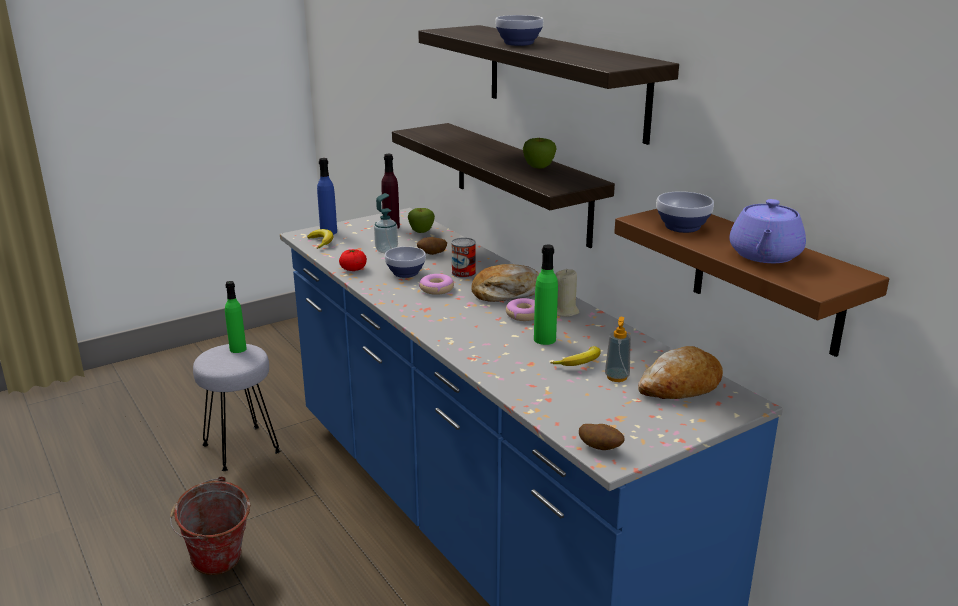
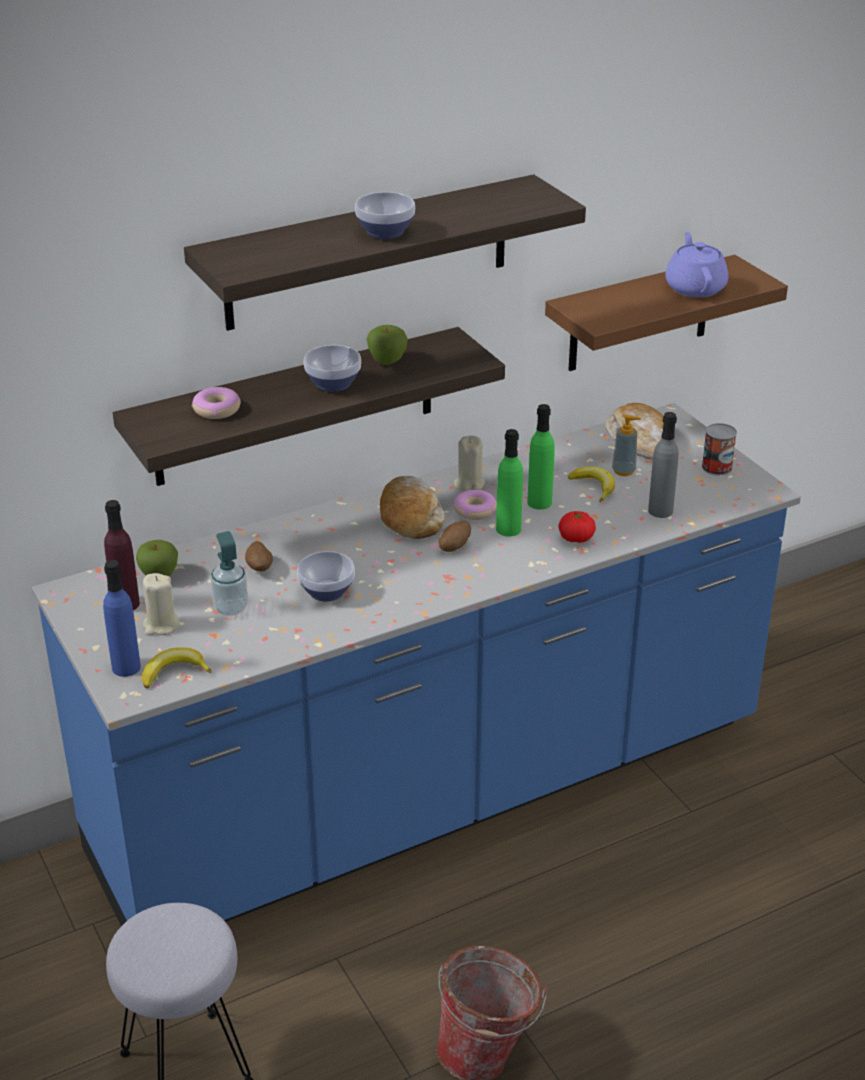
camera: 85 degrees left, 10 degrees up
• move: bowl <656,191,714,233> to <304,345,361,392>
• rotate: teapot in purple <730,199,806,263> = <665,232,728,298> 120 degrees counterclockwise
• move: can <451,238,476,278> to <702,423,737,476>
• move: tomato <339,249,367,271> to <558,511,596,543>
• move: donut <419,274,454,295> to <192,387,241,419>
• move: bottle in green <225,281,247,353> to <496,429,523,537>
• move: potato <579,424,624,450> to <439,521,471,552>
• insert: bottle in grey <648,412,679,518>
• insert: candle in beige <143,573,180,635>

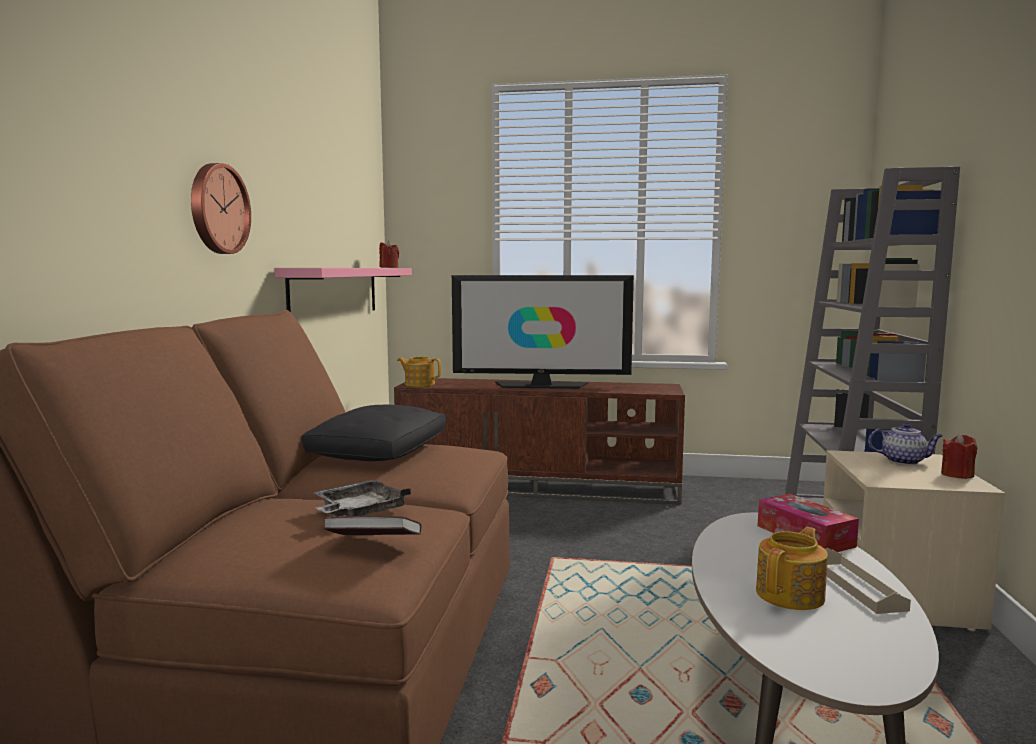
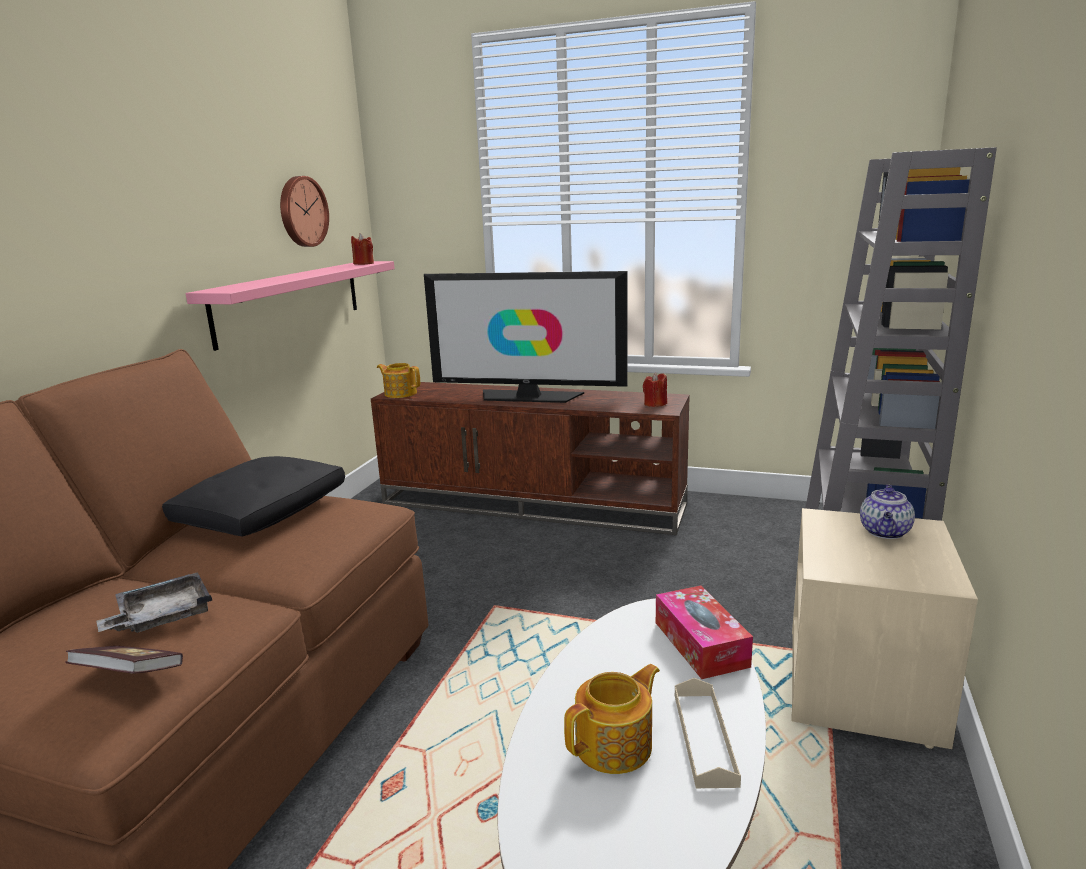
camera: 10 degrees right, 10 degrees up
• move: wall clock <191,163,251,254> to <280,176,329,247>
• rotate: teapot <868,423,943,465> = <860,485,915,539> 90 degrees clockwise
• move: candle in red <941,433,977,479> to <643,372,667,407>

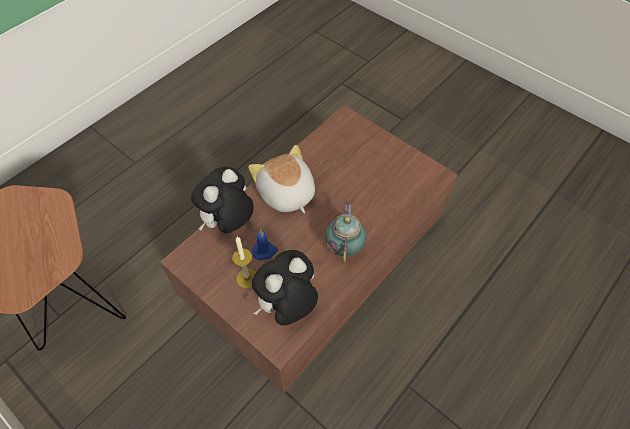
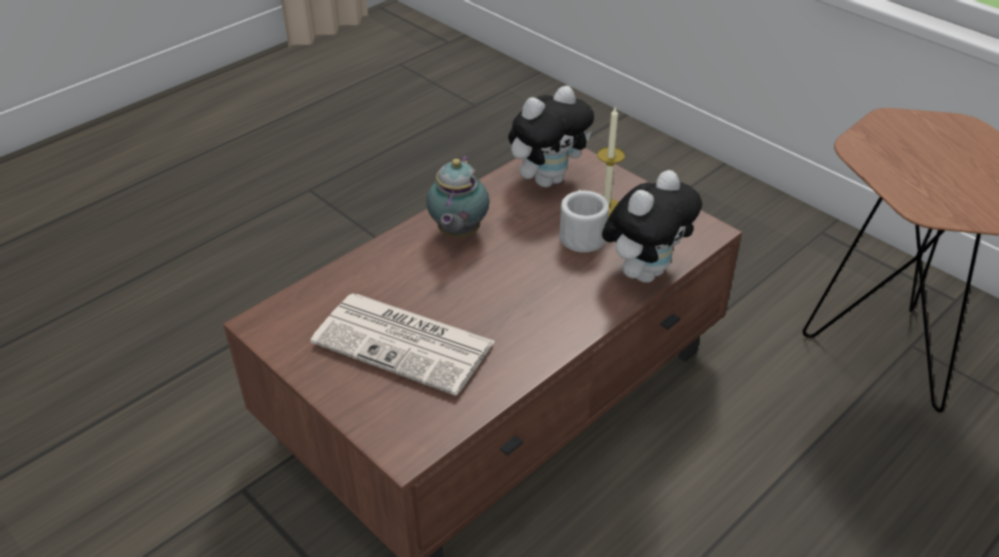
camera: 175 degrees left, 15 degrees down
• delete: plush toy <248,145,315,213>
• replace: candle in blue <252,229,278,261> to mug in white <559,190,609,252>
• insert: newspaper <310,294,495,396>

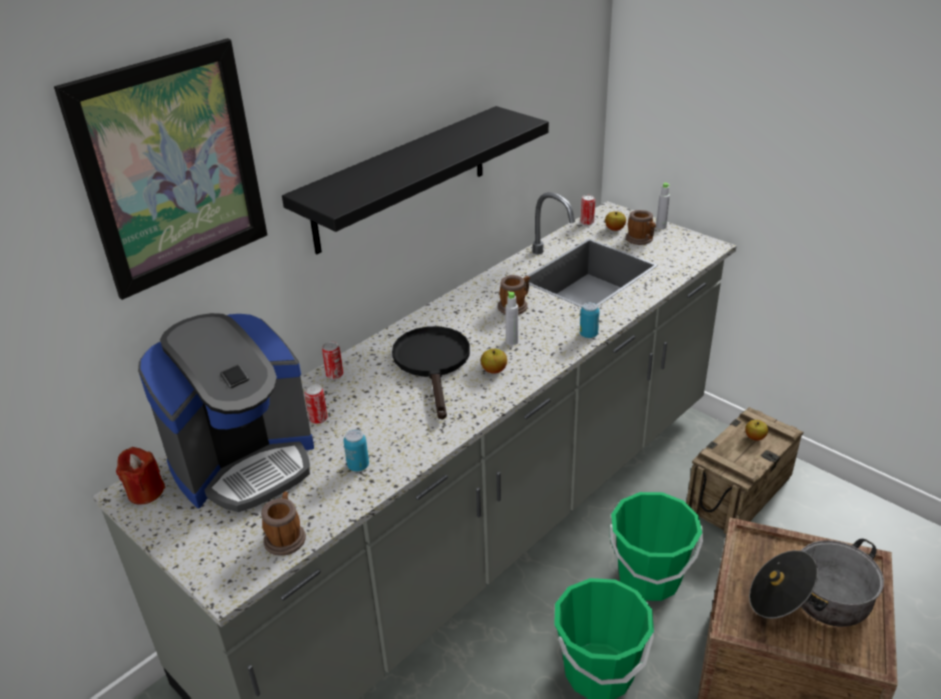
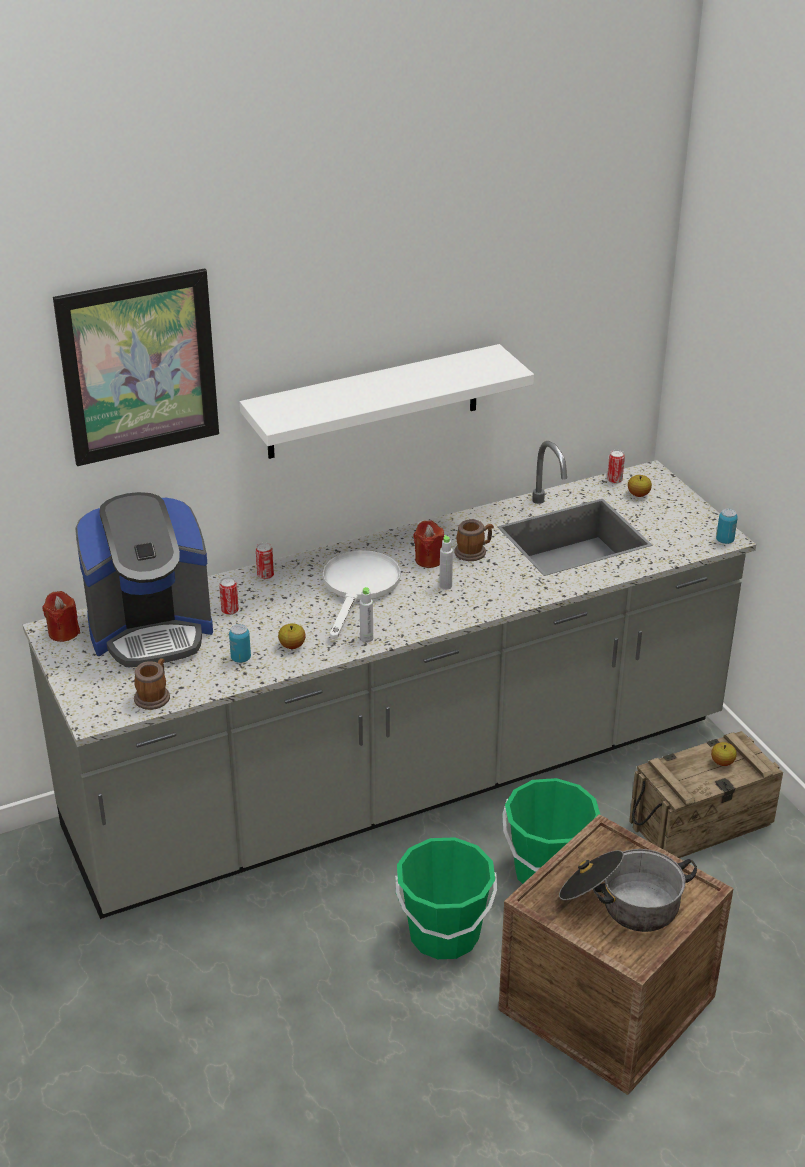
camera: 20 degrees right, 0 degrees up
• recolor: shelf in black <282,106,549,254> to shelf in white <240,344,534,459>
• move: bottle in grey <656,183,670,229> to <359,587,373,642>
• delete: mug <626,210,656,245>
• move: can <580,302,599,338> to <716,509,738,544>
• recolor: frying pan in black <392,326,470,420> to frying pan in white <323,550,401,639>
• move: apple <481,349,507,374> to <278,623,306,649>
• insert: candle in red <413,520,444,568>

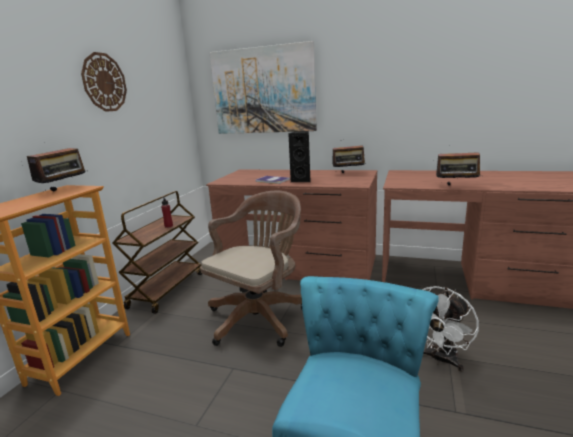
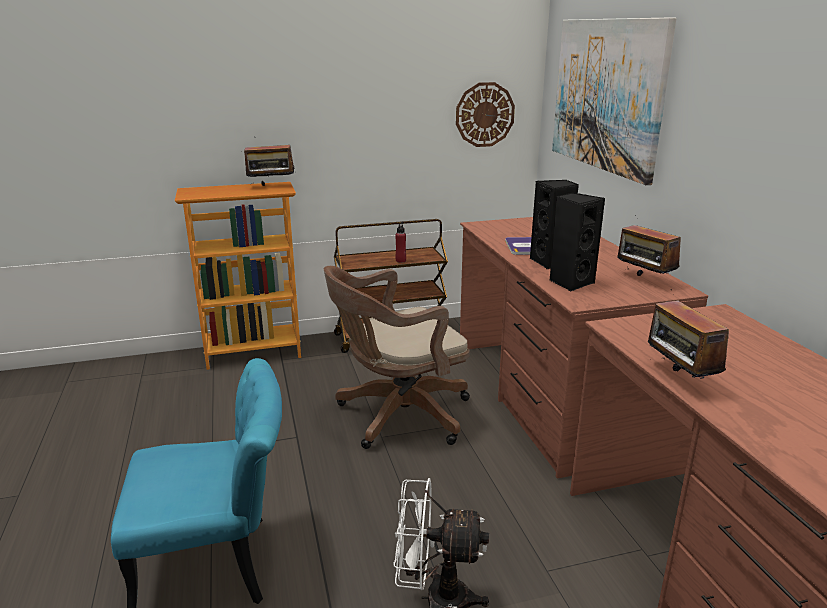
camera: 55 degrees right, 5 degrees up
• move: wall clock <81,52,127,112> to <456,82,515,147>
• rotate: office chair in brown <200,191,303,347> = <324,266,470,449> 150 degrees clockwise
• insert: speaker in black <549,192,605,292>

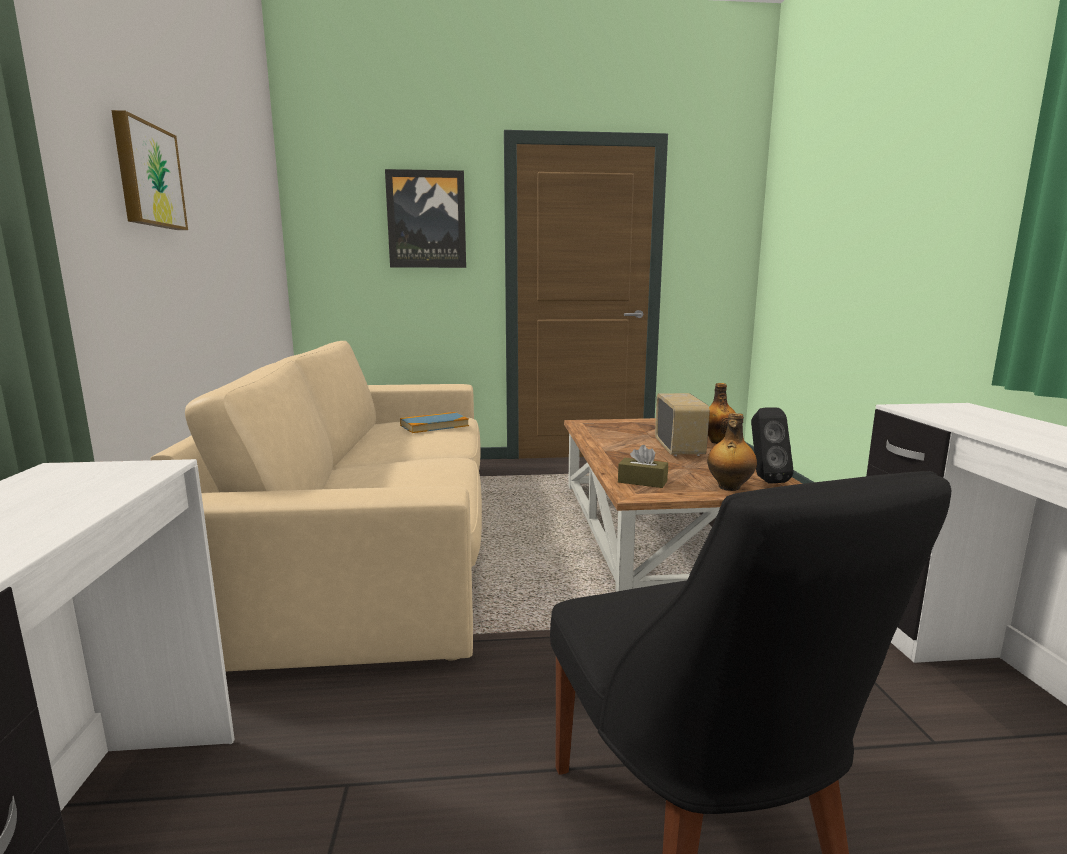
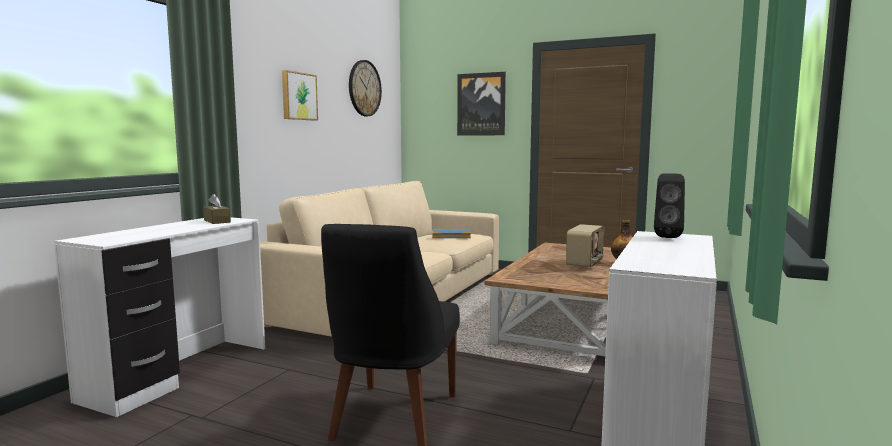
camera: 30 degrees right, 5 degrees down
• move: speaker in black <751,407,794,483> to <654,173,685,238>
• delete: bottle <707,413,757,491>
• move: tissue box in brown <618,445,668,488> to <203,194,231,224>
• insert: wall clock <349,60,382,116>

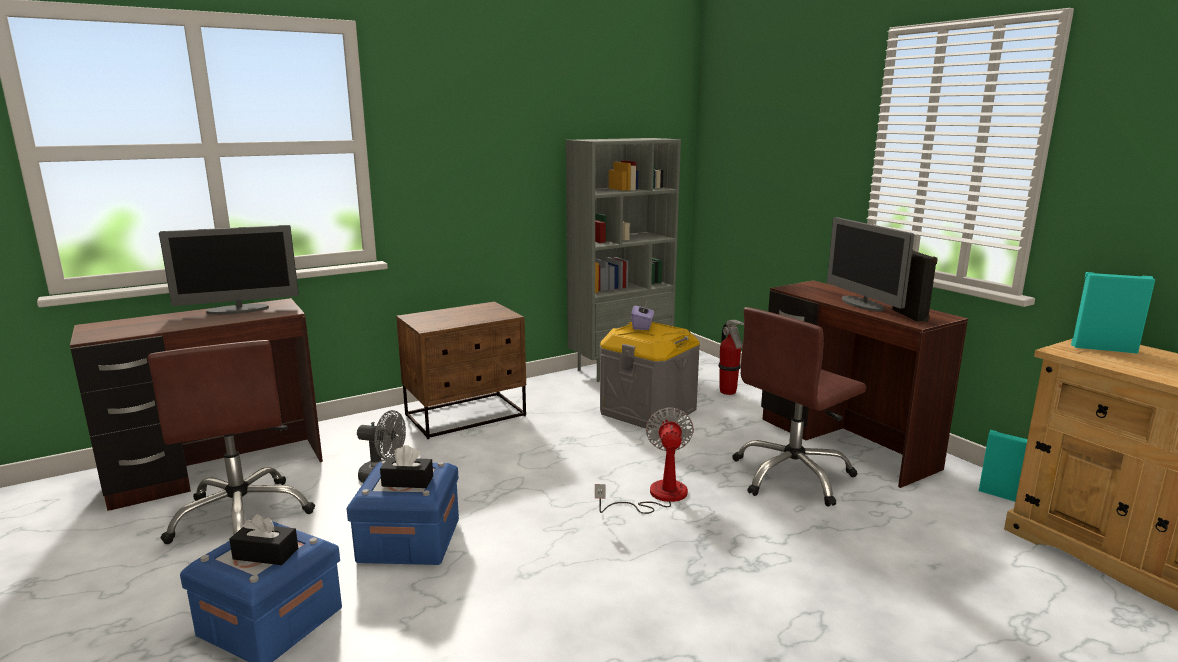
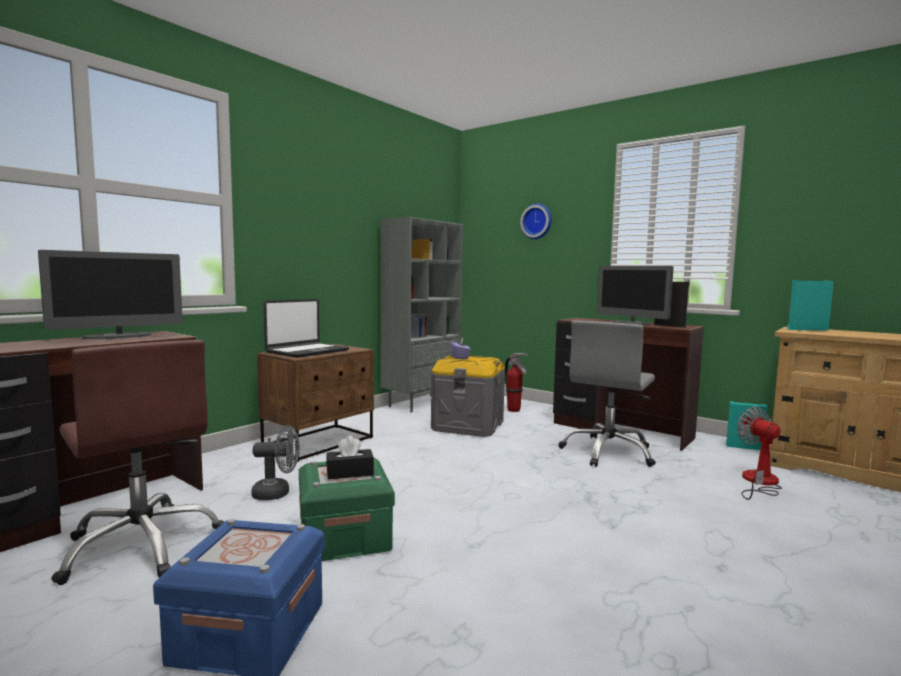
camera: 20 degrees left, 10 degrees down
• recolor: office chair in brown <732,307,866,507> to office chair in grey <558,320,656,467>
• move: fan <595,408,694,514> to <737,406,782,500>
• recolor: storage box in blue <347,461,459,565> to storage box in green <299,458,395,561>
• delete: tissue box in black <229,514,298,565>
• insert: wall clock <520,204,552,239>
• insert: laptop <264,299,349,358>

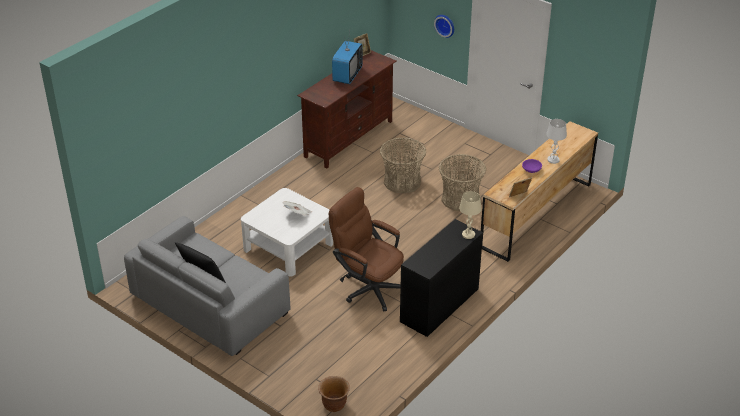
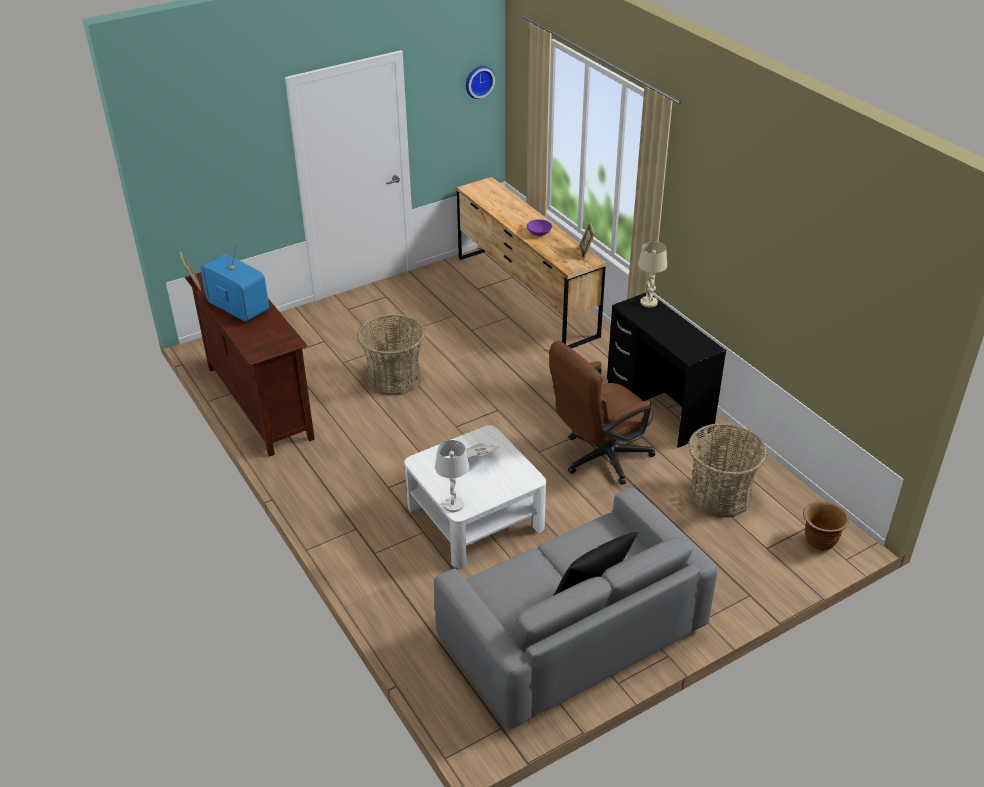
camera: 70 degrees left, 0 degrees up
• move: wall clock <434,15,454,38> to <466,66,495,99>
• move: table lamp in white <546,119,567,164> to <435,440,469,512>
• move: basket <439,154,486,211> to <688,423,767,517>

